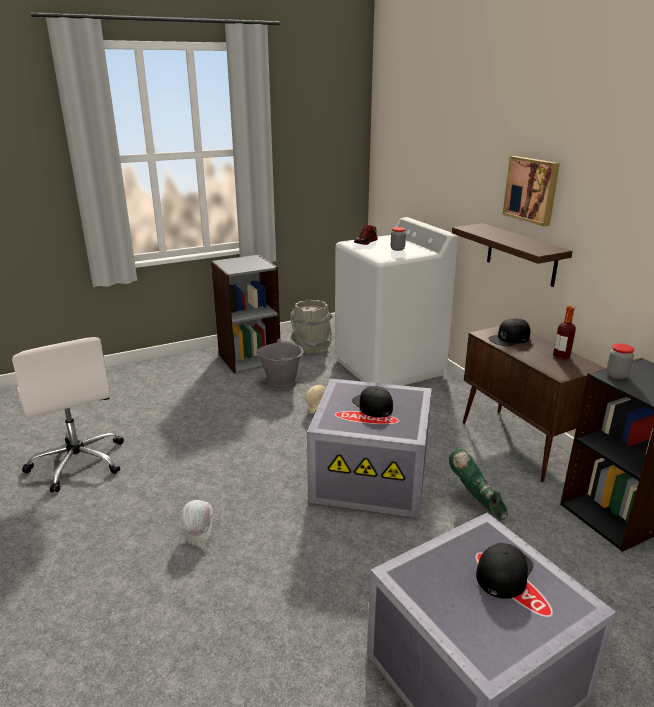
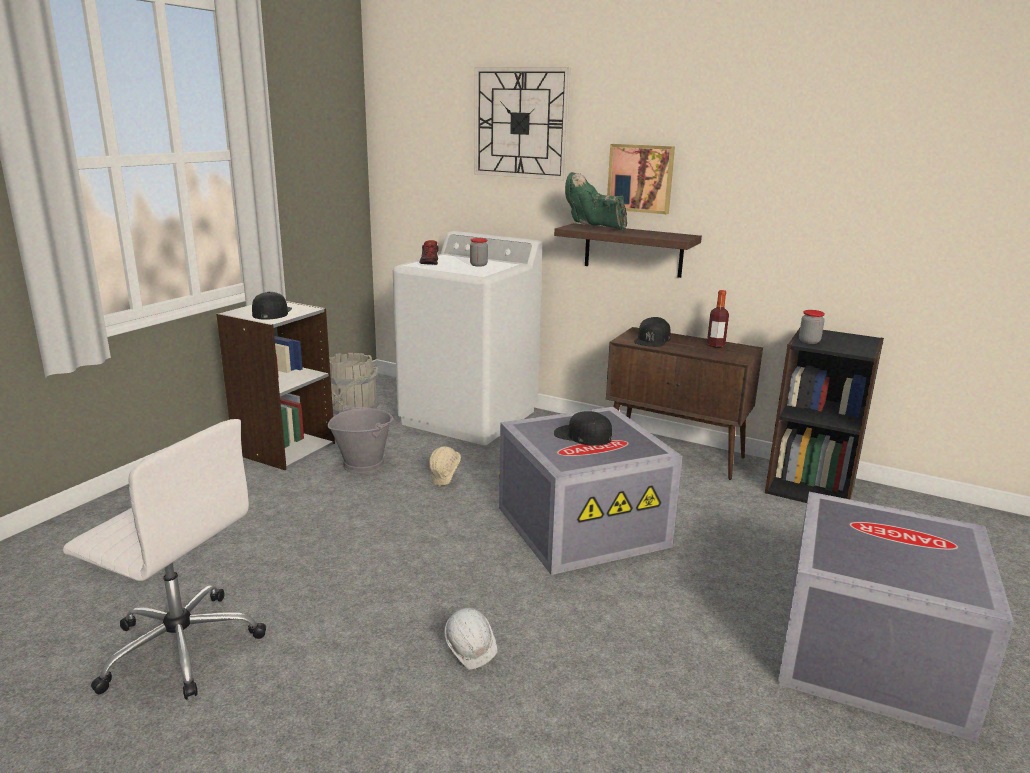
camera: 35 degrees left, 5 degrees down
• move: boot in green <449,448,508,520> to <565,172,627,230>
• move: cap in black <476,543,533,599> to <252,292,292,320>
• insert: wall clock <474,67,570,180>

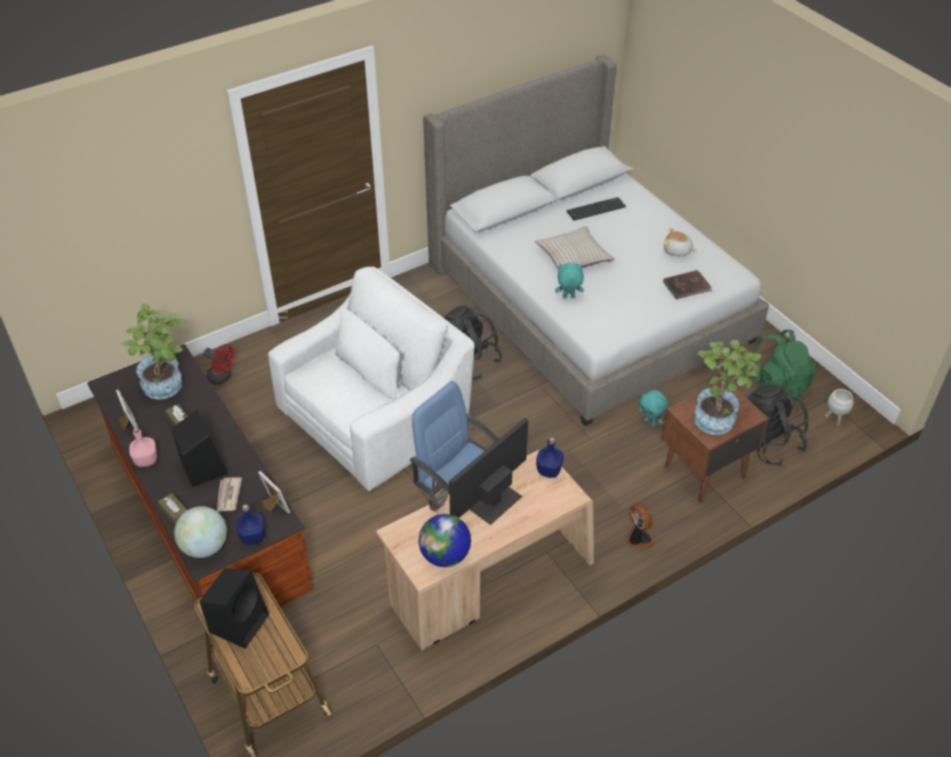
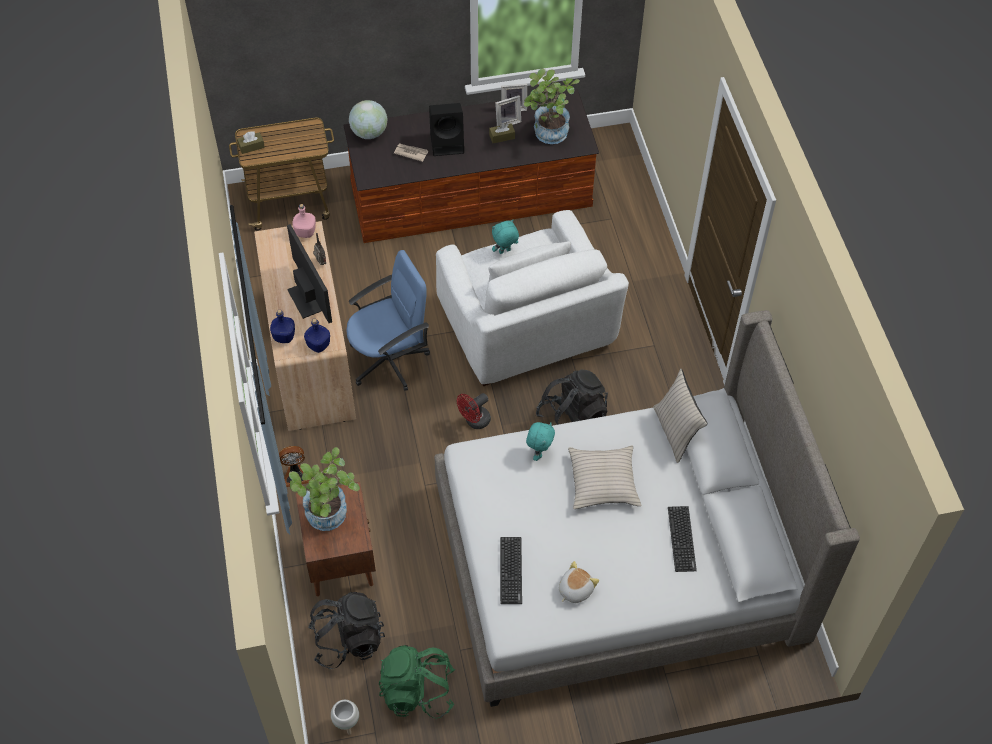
camera: 110 degrees right, 10 degrees up
• replace: book in brown <663,270,712,299> to keyboard <500,537,522,604>
• move: fan in red <204,344,235,385> to <457,393,491,429>
• move: plush toy in turquoise <639,390,668,426> to <492,220,519,254>
• move: bottle in pink <129,428,157,467> to <292,204,316,238>
• move: picture frame <258,471,290,514> to <495,95,521,126>
• move: tissue box in brown <158,493,187,525> to <237,131,265,154>
• move: bottle in blue <236,504,265,545> to <270,310,295,343>
• delete: globe <419,514,471,567>
• delete: speaker in black <200,568,269,649>
• insert: pillow in beige <653,369,708,463>

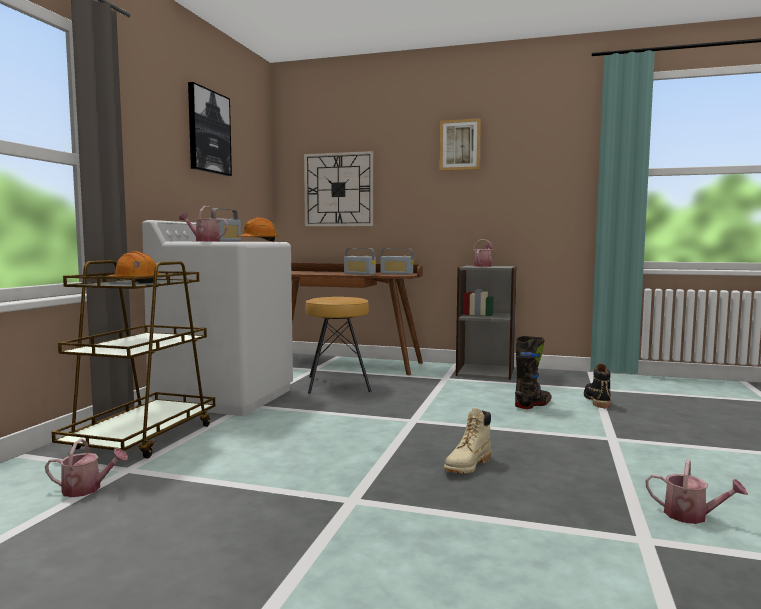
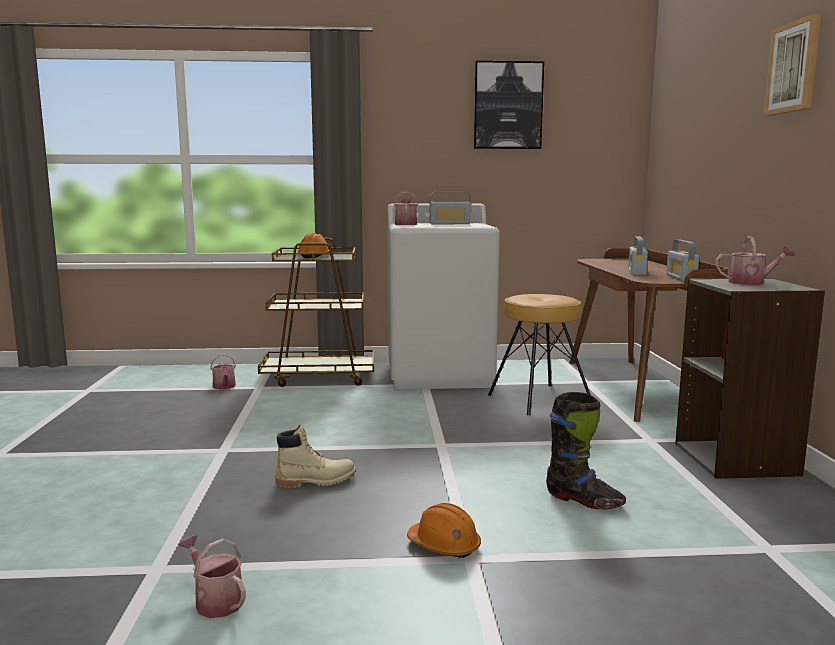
camera: 70 degrees right, 5 degrees up
• delete: wall clock <304,151,373,226>
• move: hard hat in orange <237,217,279,242> to <407,503,481,558>
• delete: boot in black <584,363,611,408>
• rotate: boot in beige <444,408,491,473> = <275,424,356,488> 150 degrees clockwise
• rotate: watering can <646,459,748,524> = <179,535,246,618> 120 degrees clockwise

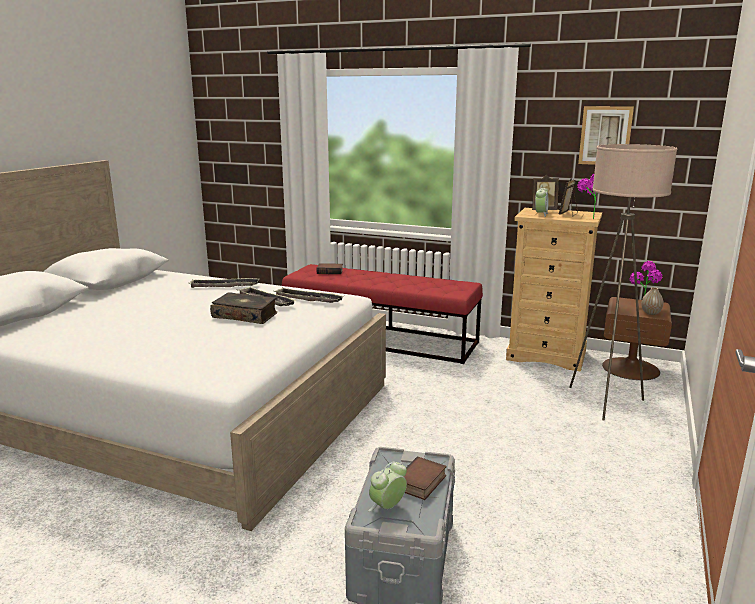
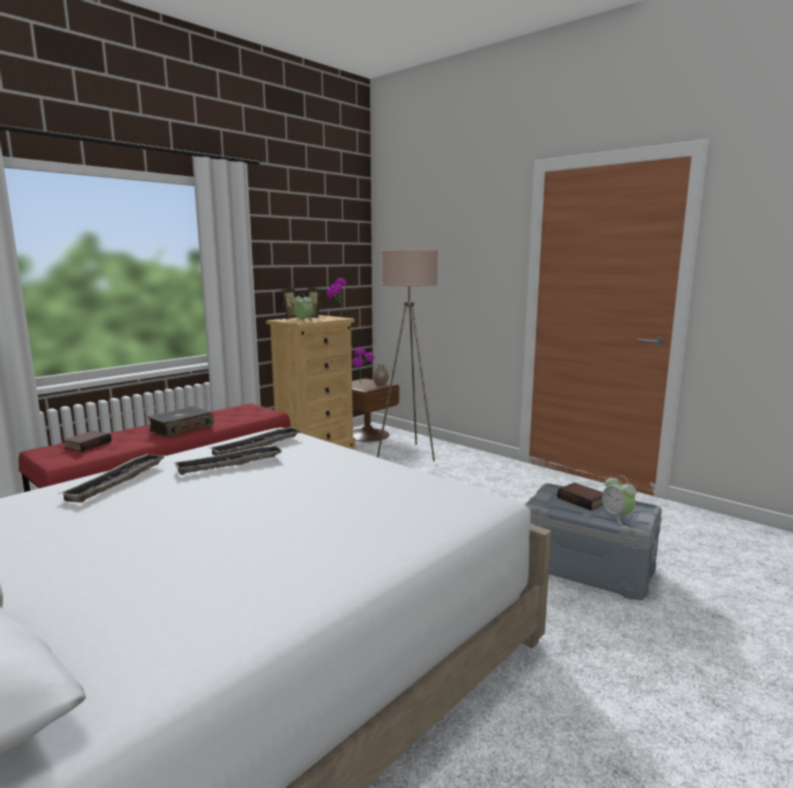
camera: 70 degrees left, 5 degrees down
• delete: picture <578,106,634,165>
• move: book <210,292,277,324> to <147,406,214,437>

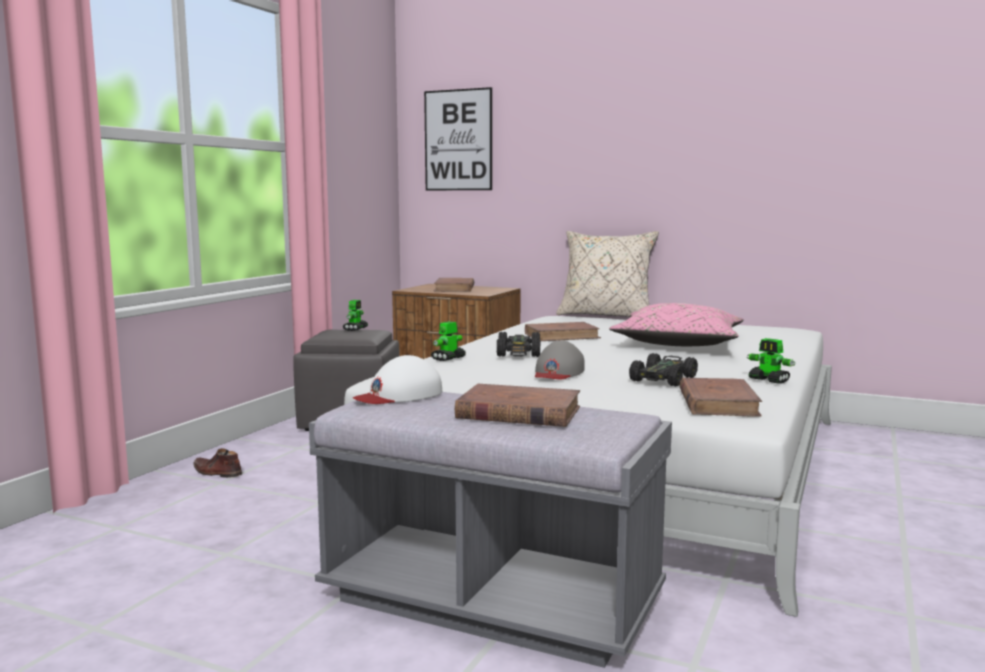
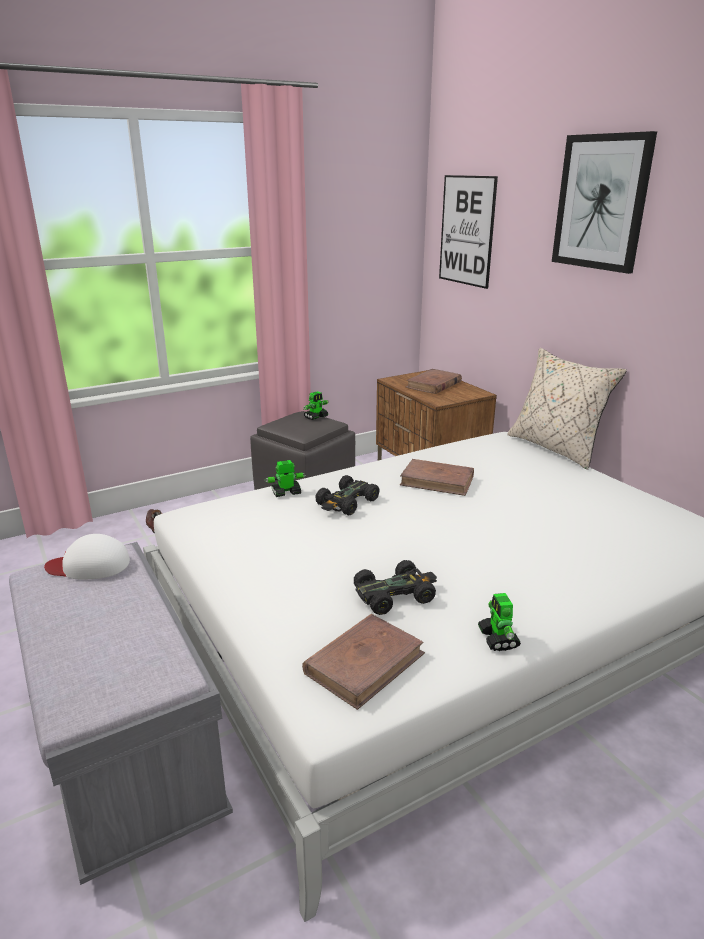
camera: 35 degrees right, 15 degrees up
• delete: pillow in pink <609,303,744,346>
• delete: cap in grey <535,341,585,379>
• delete: book in brown <455,384,580,427>
• insert: picture <552,131,657,274>

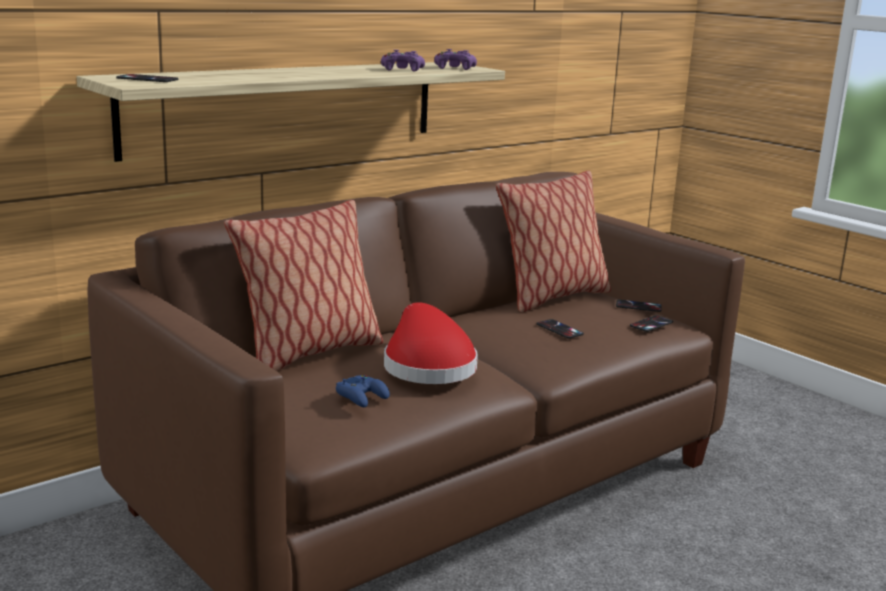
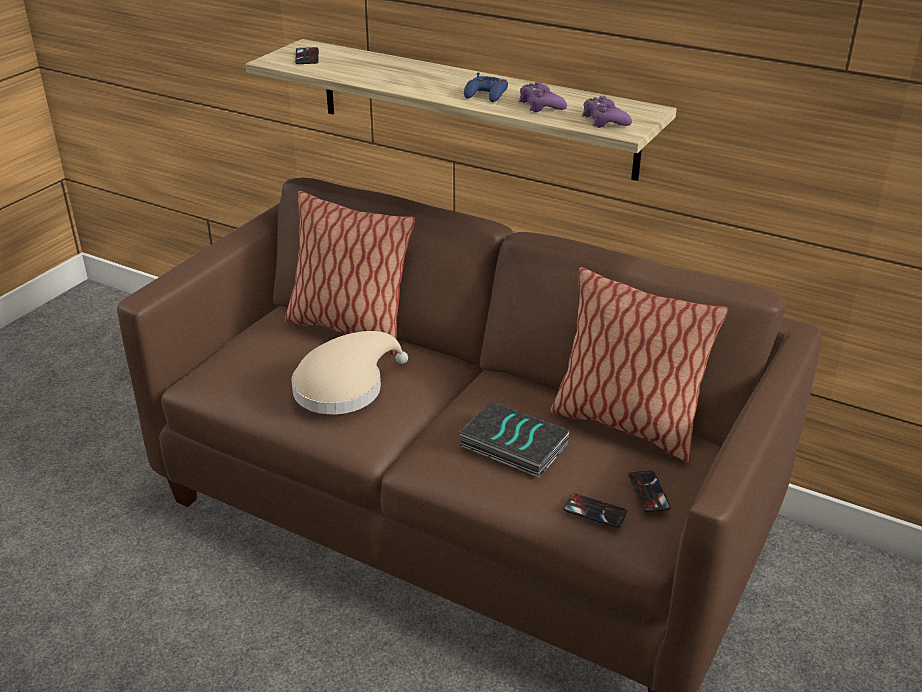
camera: 70 degrees right, 15 degrees up
• recolor: hat in red <384,302,478,384> to hat in beige <291,331,408,414>
• replace: phone <536,319,584,339> to book <458,401,570,478>
• move: game controller in blue <336,375,390,407> to <464,72,508,102>

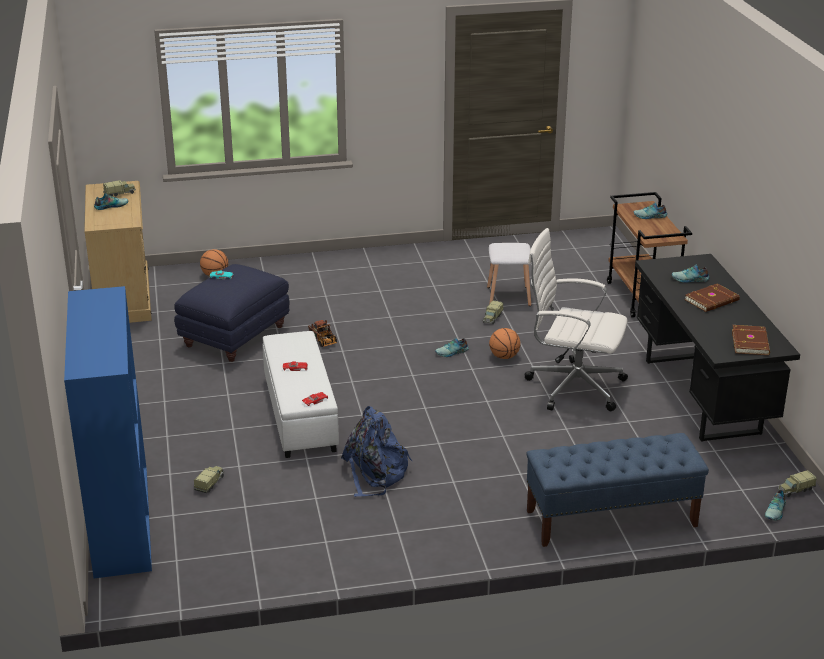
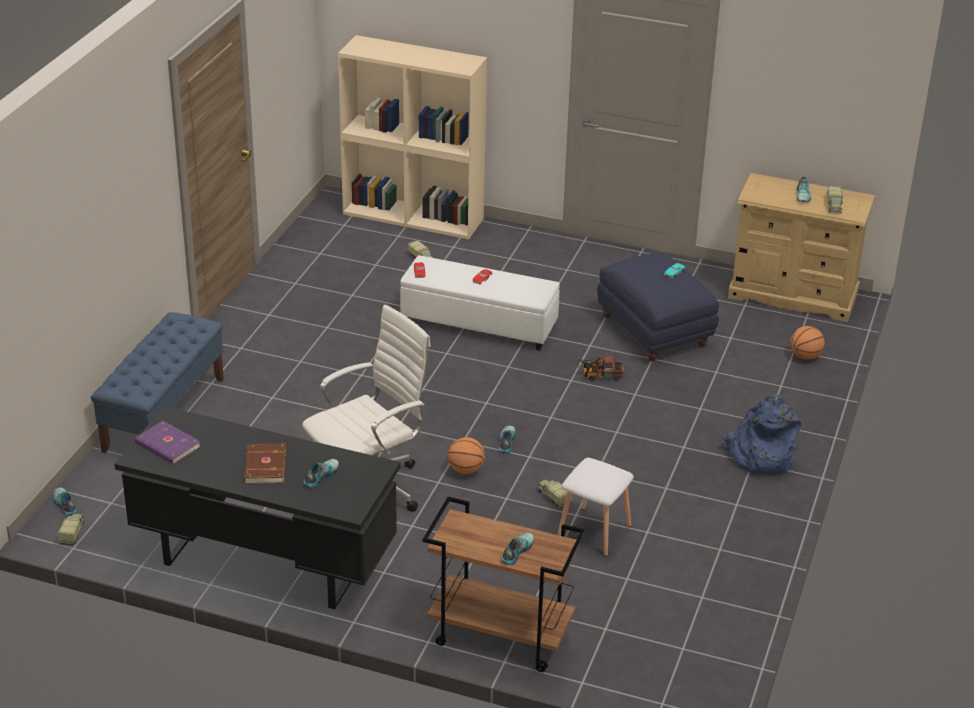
camera: 120 degrees right, 5 degrees up
• recolor: bookcase in blue <64,286,152,578> to bookcase in beige <338,35,487,239>
• recolor: book in brown <732,325,770,355> to book in purple <135,421,201,464>
• move: backpack in blue <341,406,412,497> to <722,395,802,474>

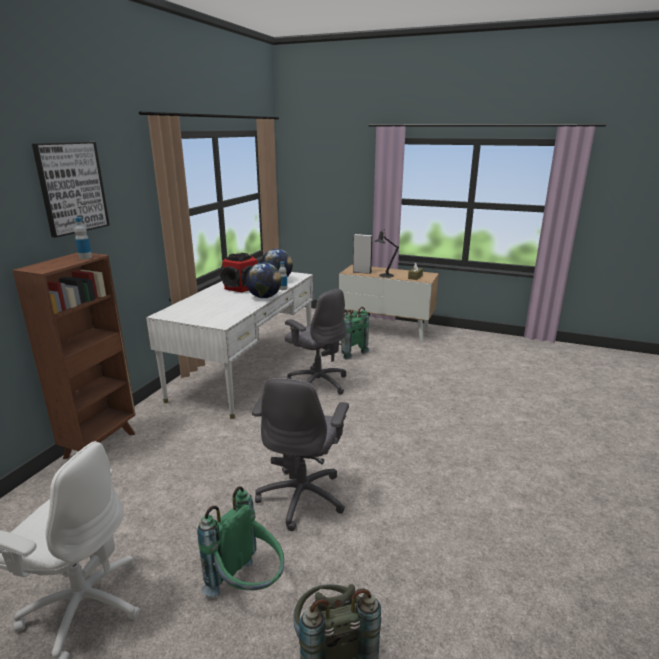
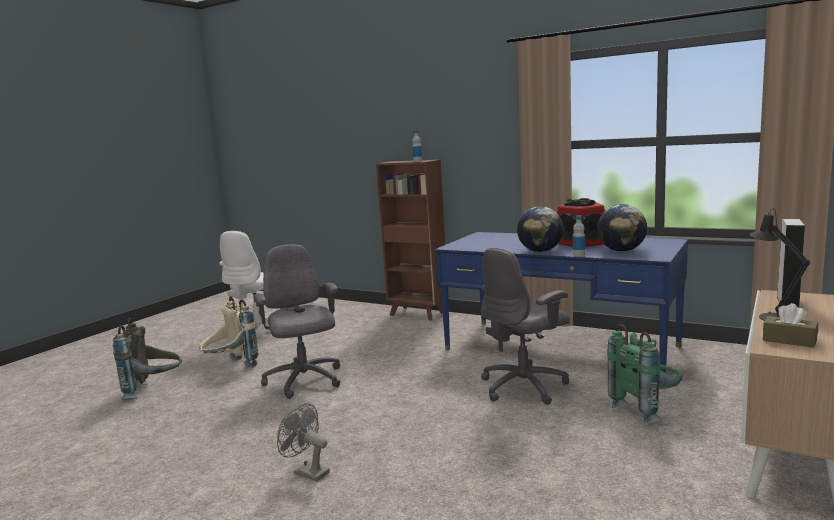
camera: 100 degrees right, 10 degrees down
• delete: picture <32,142,110,238>
• recolor: desk in white <146,272,313,419> to desk in blue <435,232,688,372>
• rotate: office chair in grey <252,378,349,531> = <253,244,341,399> 45 degrees clockwise
• recolor: backpack in green <197,486,284,597> to backpack in beige <199,296,259,367>
• insert: fan in grey <277,404,330,482>

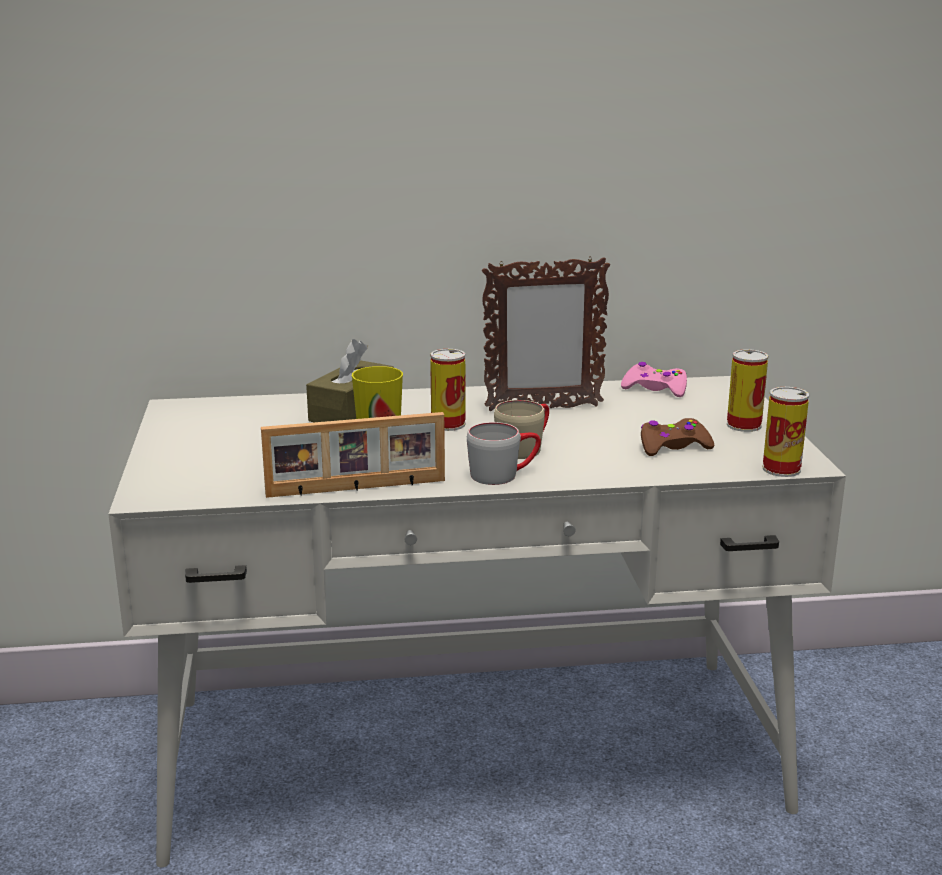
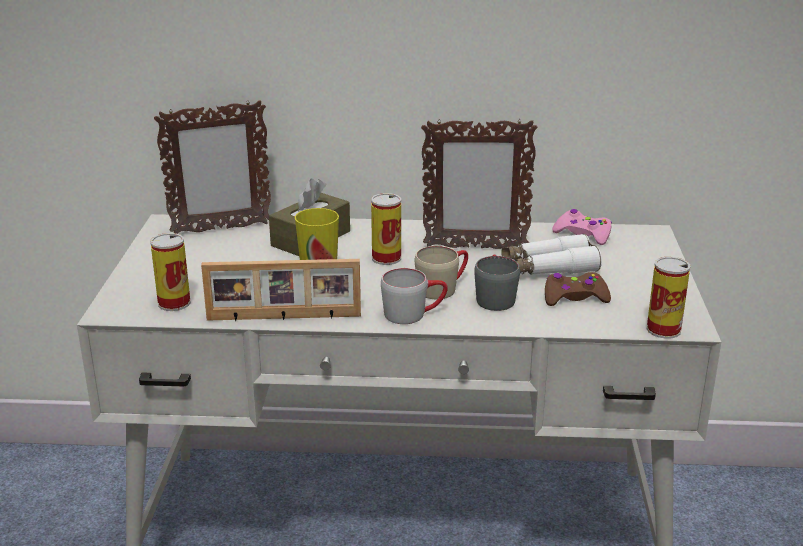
camera: 10 degrees right, 5 degrees up
• move: can <727,349,768,432> to <150,233,191,311>
• insert: picture frame <154,100,271,234>
• insert: binoculars in white <501,234,602,275>
• insert: mug in grey <474,255,520,311>

